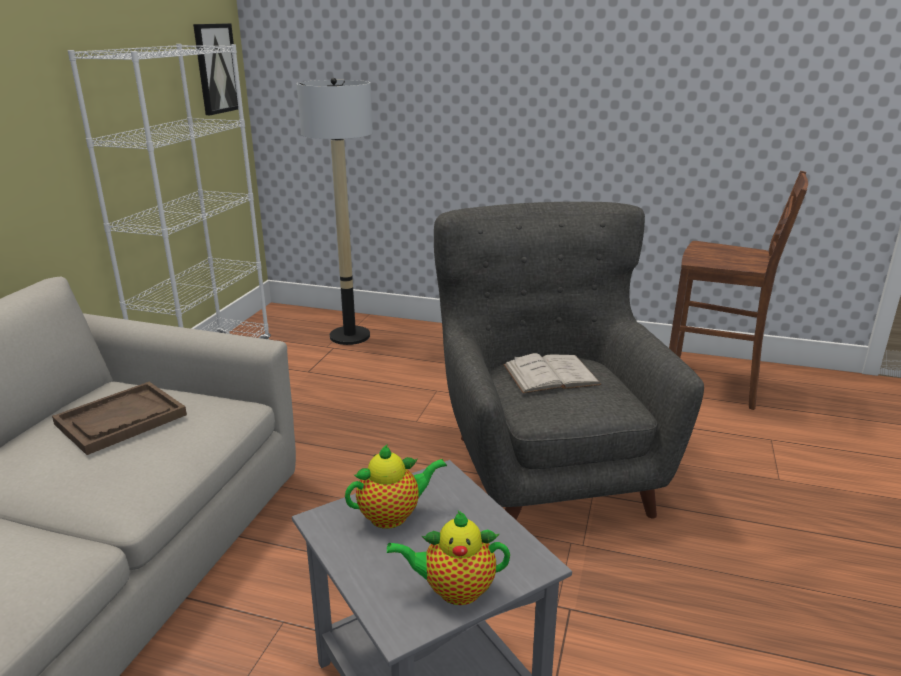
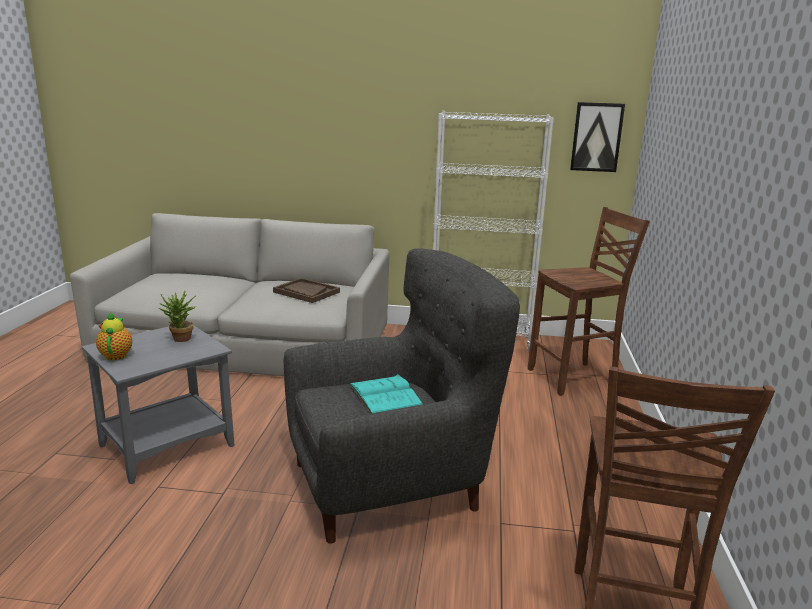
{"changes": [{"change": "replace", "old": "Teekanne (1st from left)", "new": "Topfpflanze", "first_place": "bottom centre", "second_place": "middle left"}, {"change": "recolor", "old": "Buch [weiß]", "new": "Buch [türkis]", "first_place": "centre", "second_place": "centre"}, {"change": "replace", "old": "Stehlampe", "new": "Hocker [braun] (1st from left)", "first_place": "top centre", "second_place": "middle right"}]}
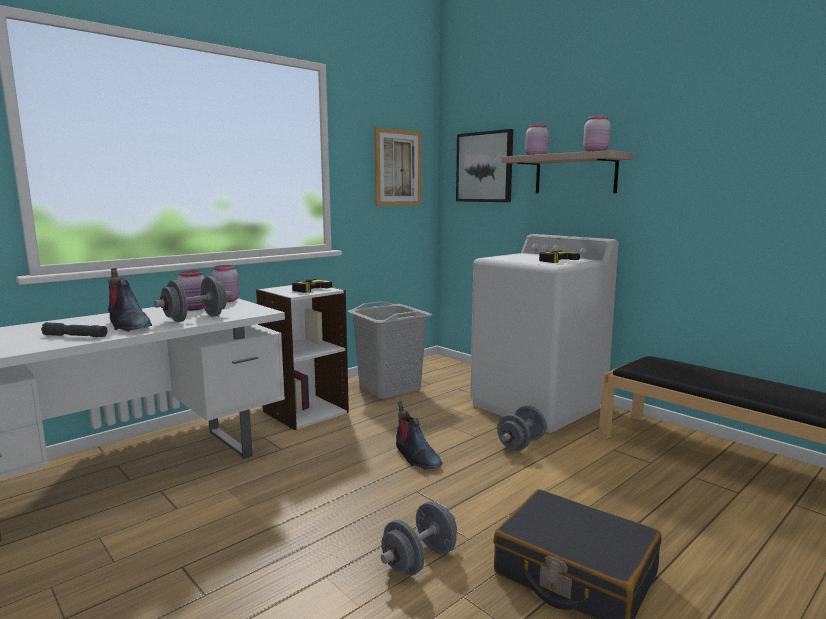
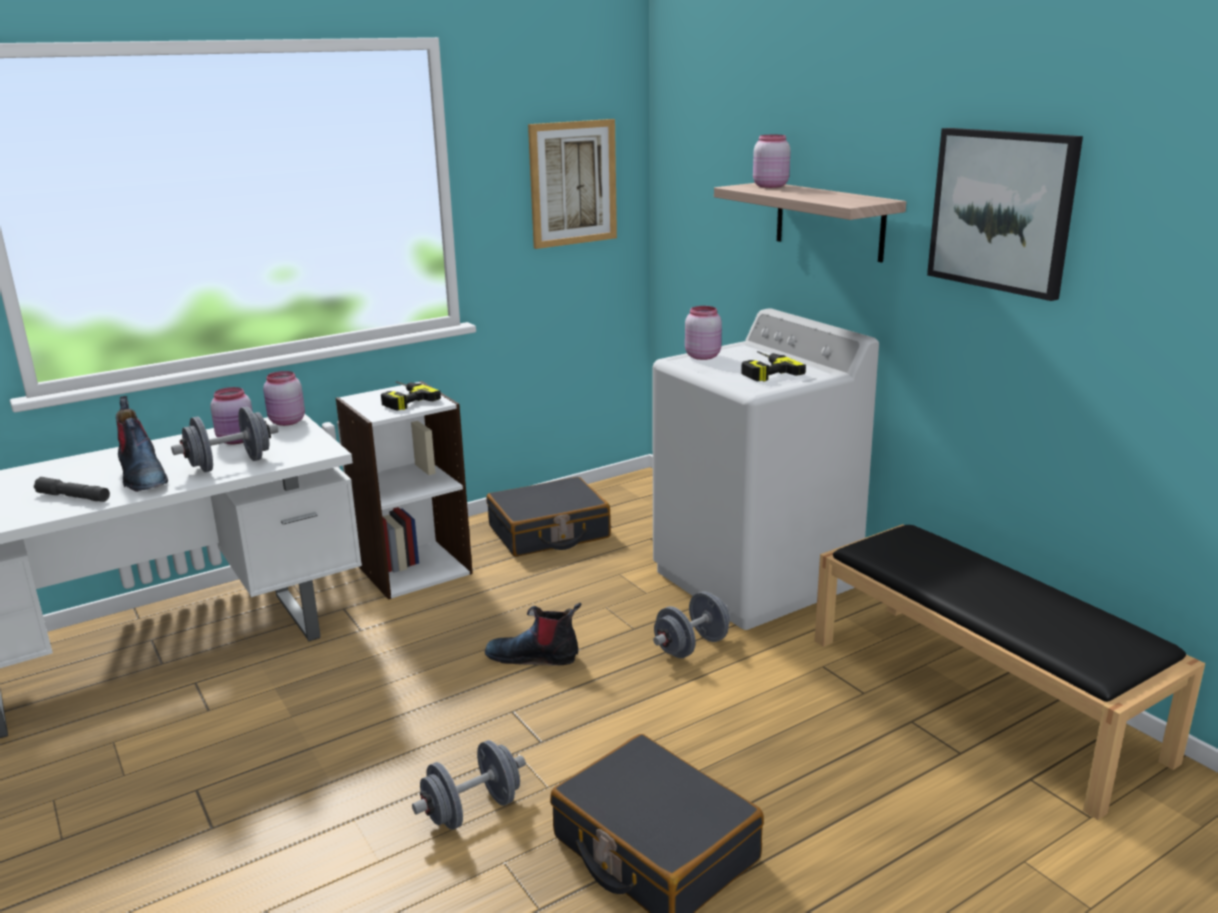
{"changes": [{"change": "rotate", "old": "Stiefel (2nd from left)", "first_place": "bottom centre", "second_place": "bottom centre", "degrees": 120}, {"change": "replace", "old": "Wäschekorb [grau]", "new": "Koffer [schwarz] (1st from left)", "first_place": "centre", "second_place": "centre"}, {"change": "move", "old": "Vorratsglas [rosa] (4th from left in the first image)", "new": "Vorratsglas [rosa] (3rd from left)", "first_place": "top right", "second_place": "centre"}, {"change": "move", "old": "Bild (2nd from left)", "first_place": "top centre", "second_place": "top right"}]}
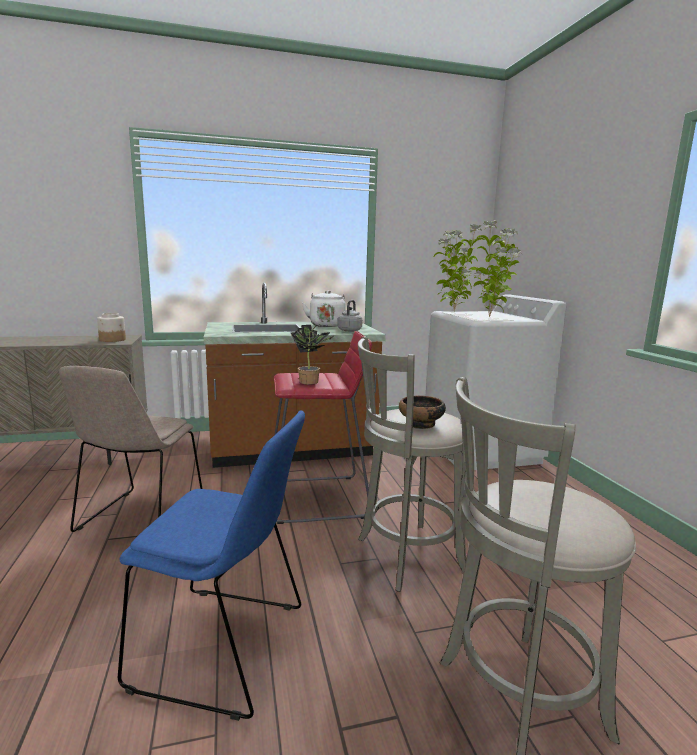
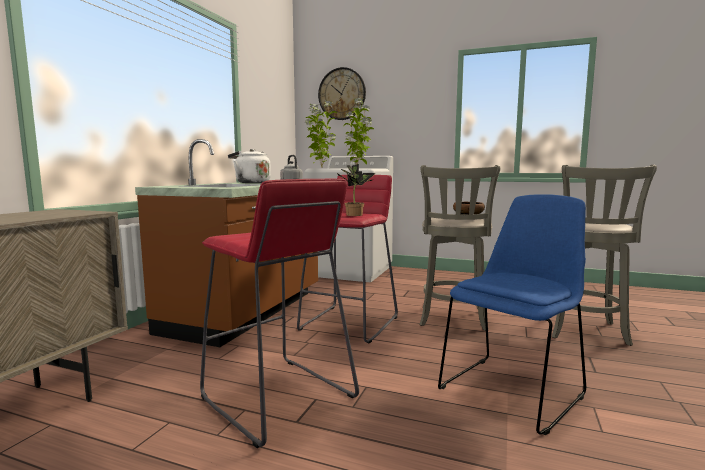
{"changes": [{"change": "replace", "old": "Stuhl [beige]", "new": "Hocker [rot] (1st from left)", "first_place": "middle left", "second_place": "centre"}, {"change": "insert", "new": "Wanduhr", "second_place": "top centre"}, {"change": "delete", "old": "Vorratsglas", "first_place": "middle left"}]}
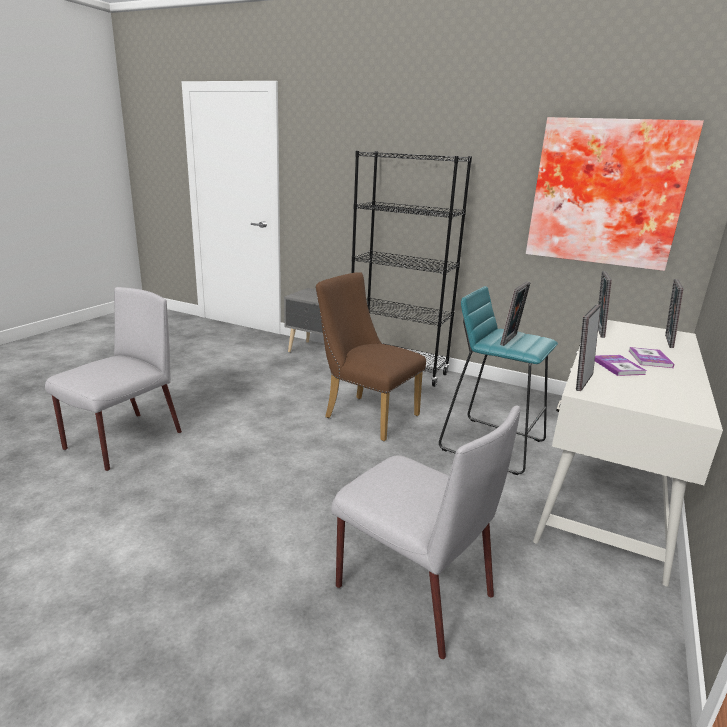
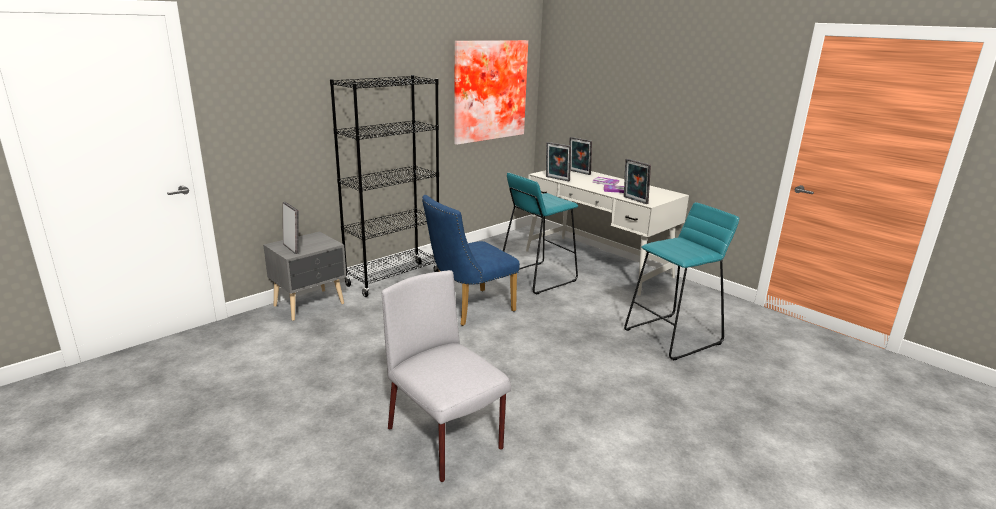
{"changes": [{"change": "move", "old": "Bilderrahmen (1st from left)", "first_place": "middle right", "second_place": "middle left"}, {"change": "recolor", "old": "Stuhl [braun]", "new": "Stuhl [blau]", "first_place": "centre", "second_place": "centre"}, {"change": "replace", "old": "Stuhl [grau] (2nd from left)", "new": "Hocker [türkis] (2nd from left)", "first_place": "bottom centre", "second_place": "middle right"}]}
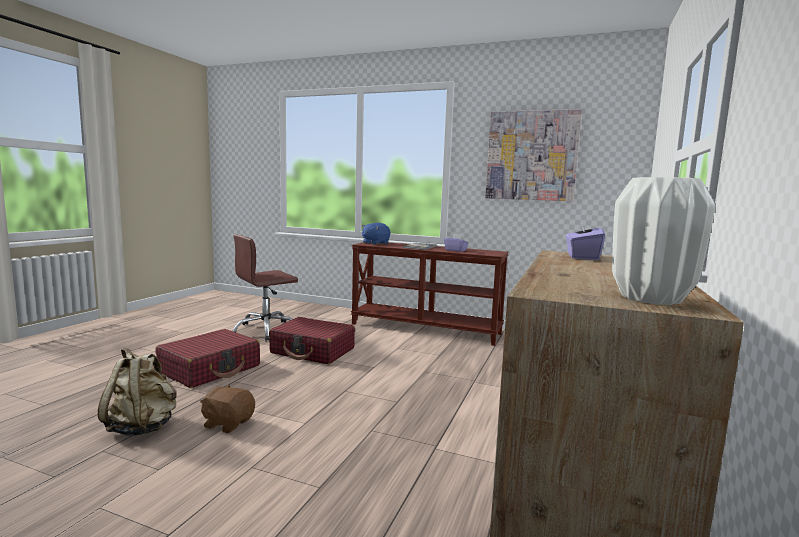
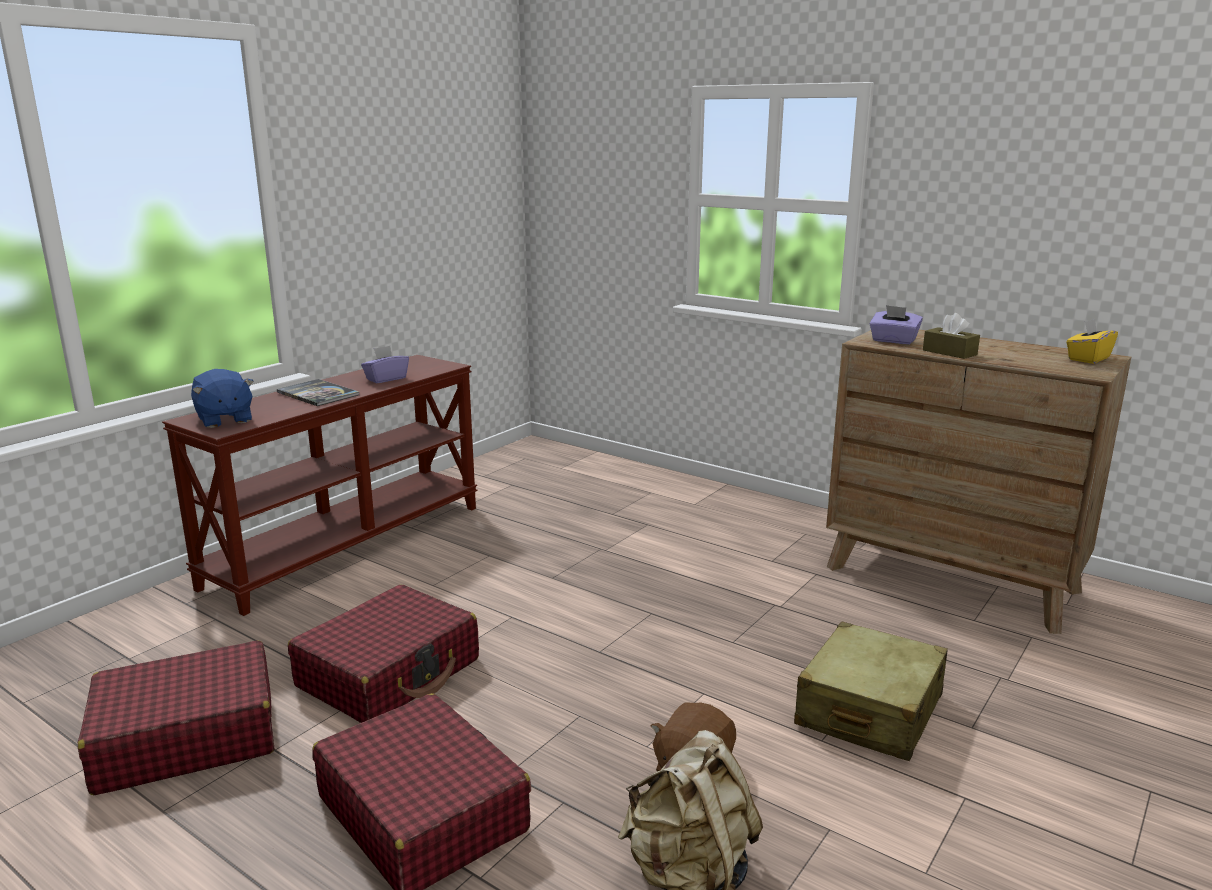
{"changes": [{"change": "replace", "old": "Bürostuhl [braun]", "new": "Koffer [rot] (1st from left)", "first_place": "middle left", "second_place": "bottom left"}, {"change": "insert", "new": "Koffer [beige]", "second_place": "bottom right"}, {"change": "insert", "new": "Taschentuchbox [braun]", "second_place": "middle right"}, {"change": "replace", "old": "Vase [weiß]", "new": "Taschentuchbox [gelb]", "first_place": "middle right", "second_place": "middle right"}, {"change": "delete", "old": "Bild", "first_place": "top right"}]}
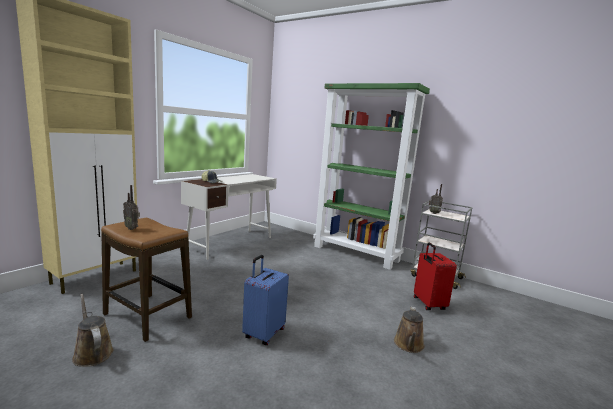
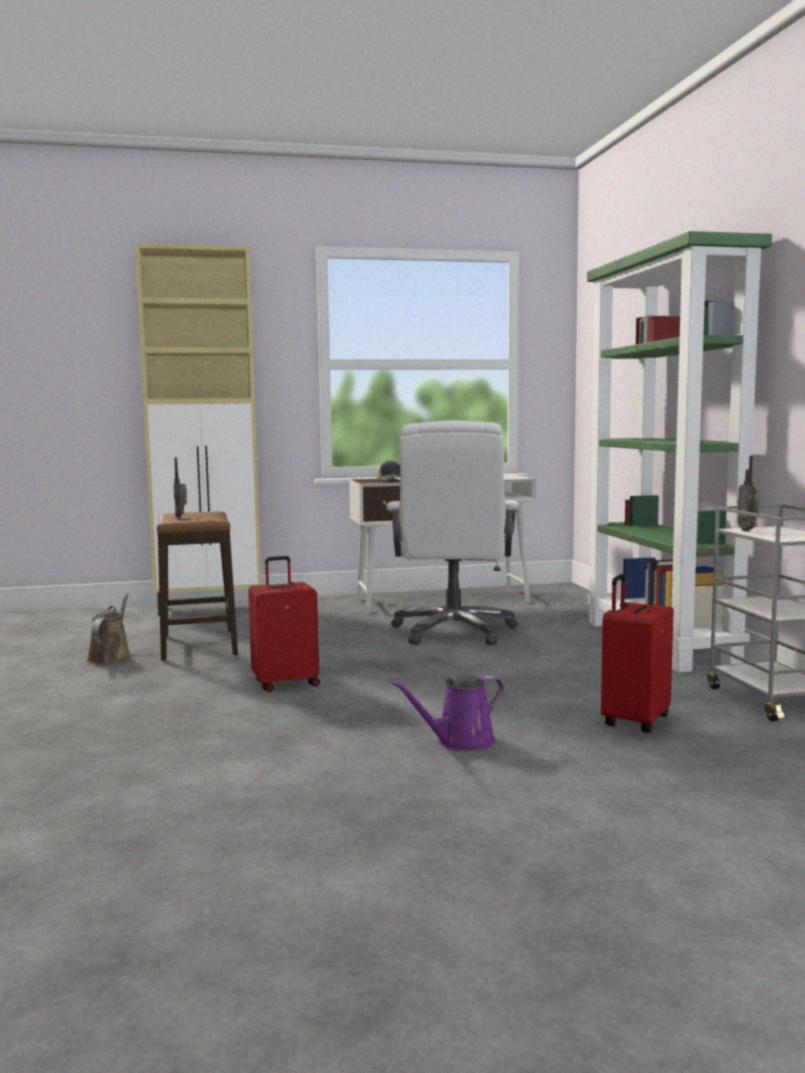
{"changes": [{"change": "recolor", "old": "Koffer [blau]", "new": "Koffer [rot] (1st from left)", "first_place": "bottom centre", "second_place": "centre"}, {"change": "insert", "new": "Bürostuhl [weiß]", "second_place": "centre"}, {"change": "recolor", "old": "Gießkanne [braun] (2nd from left)", "new": "Gießkanne [lila]", "first_place": "bottom right", "second_place": "centre"}]}
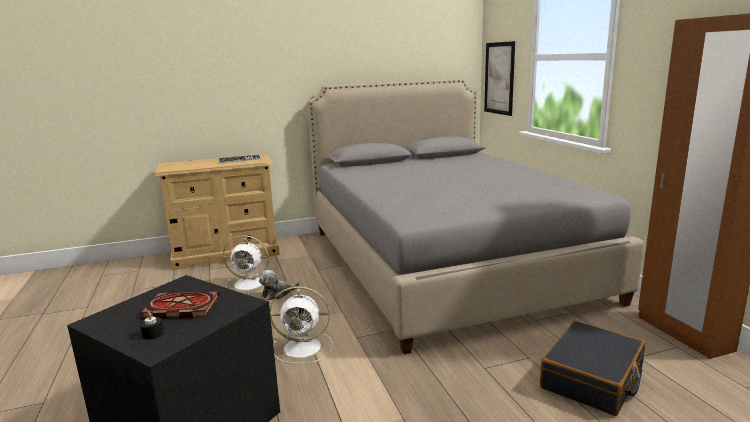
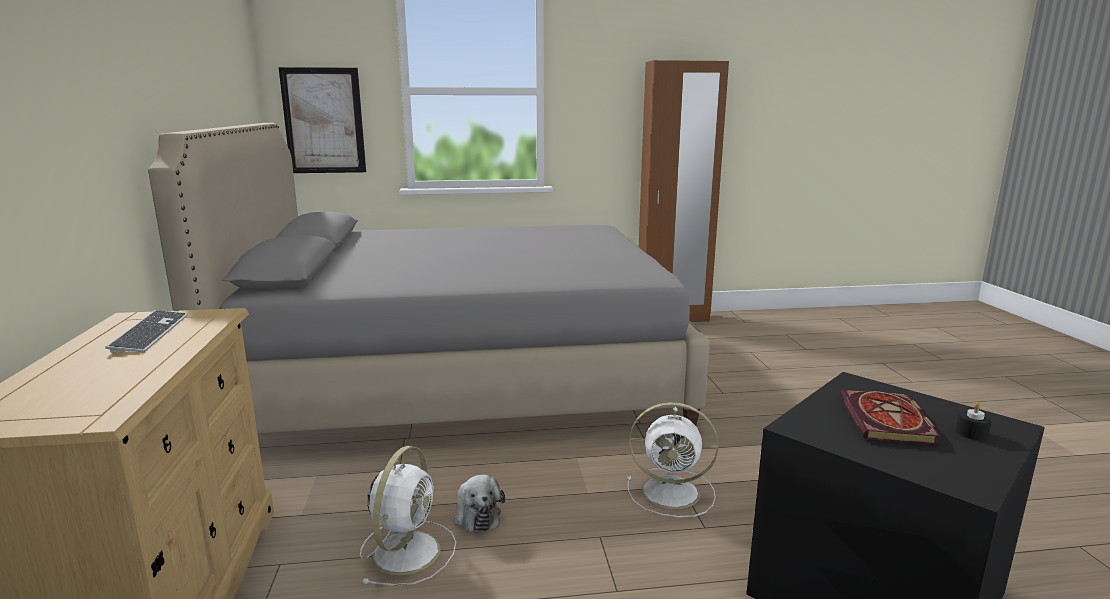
{"changes": [{"change": "rotate", "old": "Ventilator [weiß] (2nd from left)", "first_place": "bottom centre", "second_place": "bottom centre", "degrees": 90}, {"change": "delete", "old": "Koffer [schwarz]", "first_place": "bottom right"}]}
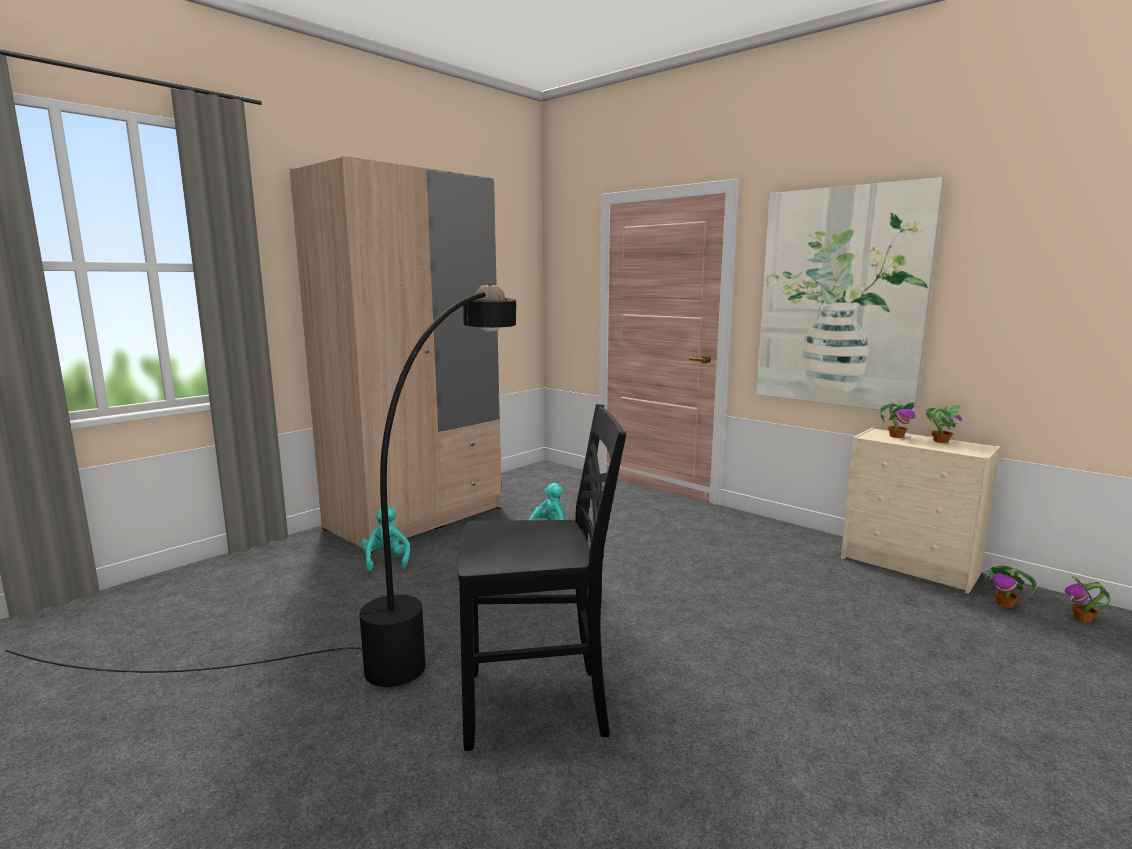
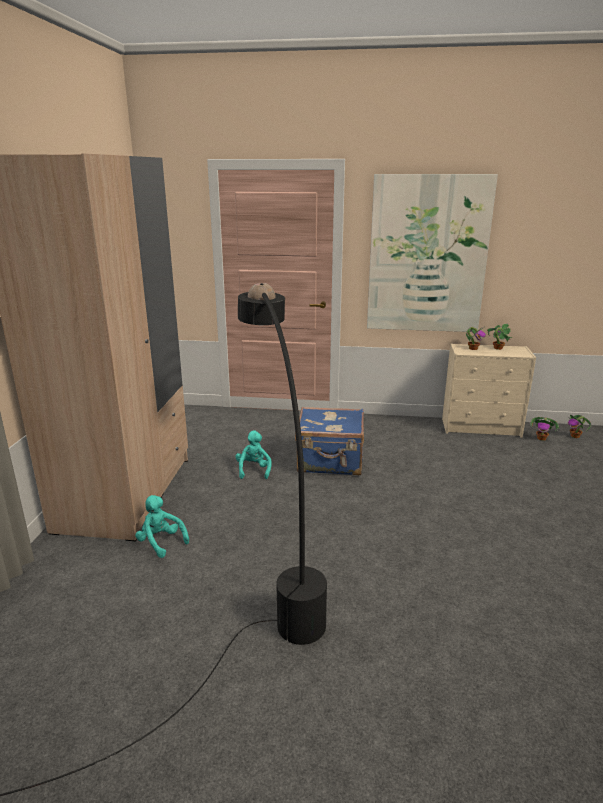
{"changes": [{"change": "insert", "new": "Koffer [blau]", "second_place": "centre"}, {"change": "delete", "old": "Stuhl [schwarz]", "first_place": "bottom centre"}]}
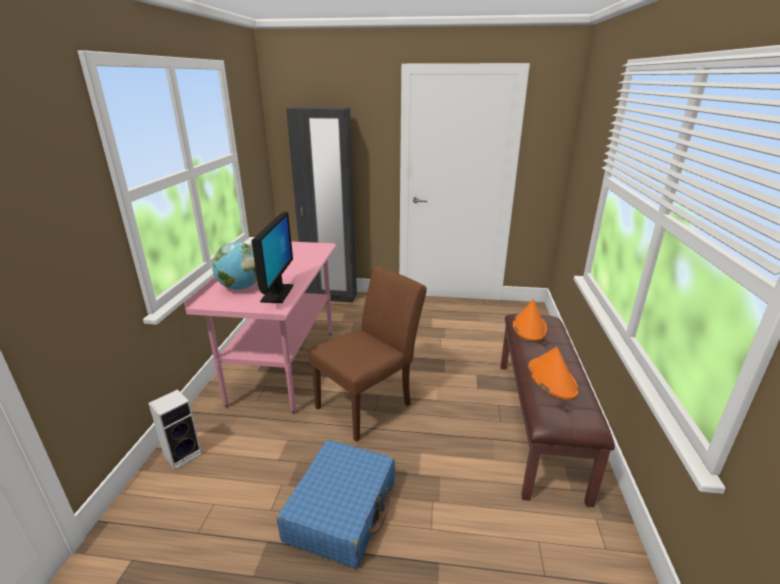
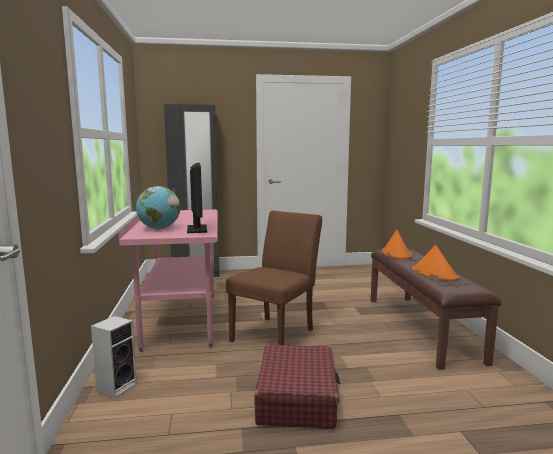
{"changes": [{"change": "recolor", "old": "Koffer [blau]", "new": "Koffer [rot]", "first_place": "bottom centre", "second_place": "bottom centre"}]}
